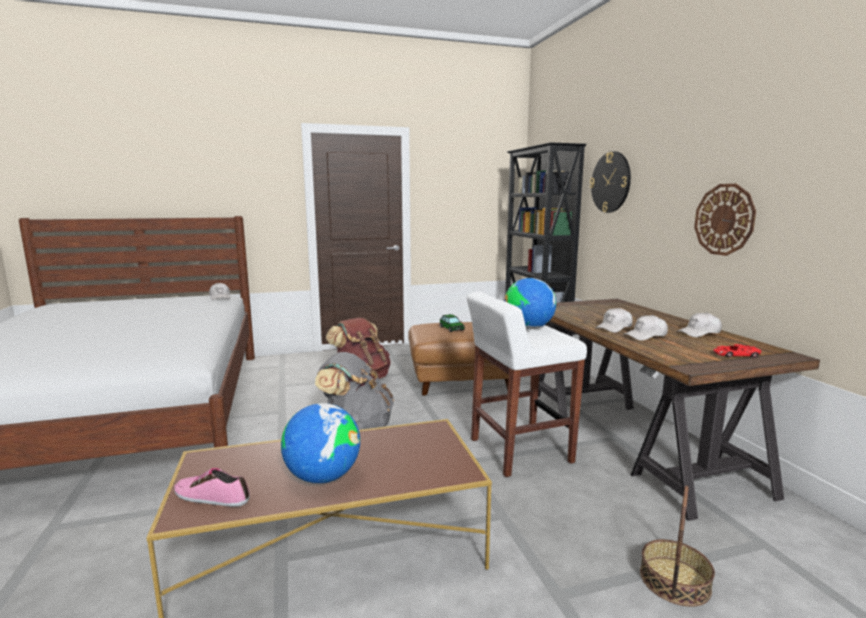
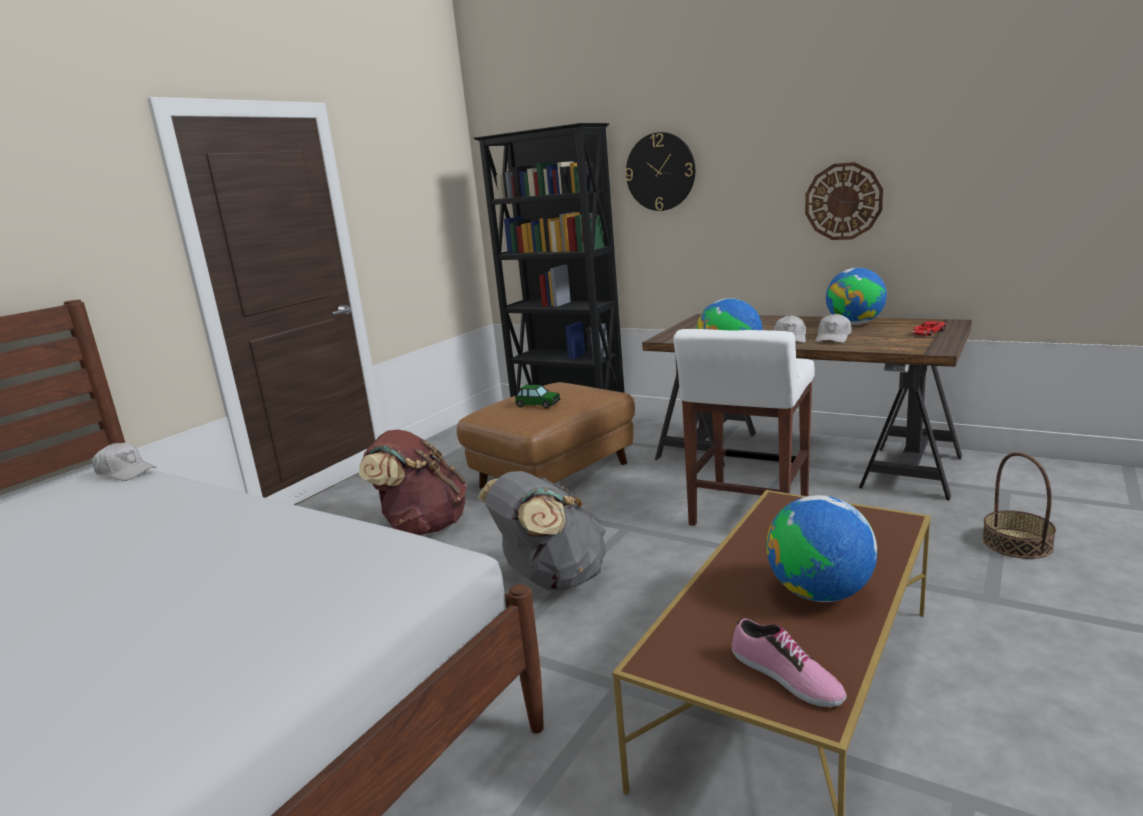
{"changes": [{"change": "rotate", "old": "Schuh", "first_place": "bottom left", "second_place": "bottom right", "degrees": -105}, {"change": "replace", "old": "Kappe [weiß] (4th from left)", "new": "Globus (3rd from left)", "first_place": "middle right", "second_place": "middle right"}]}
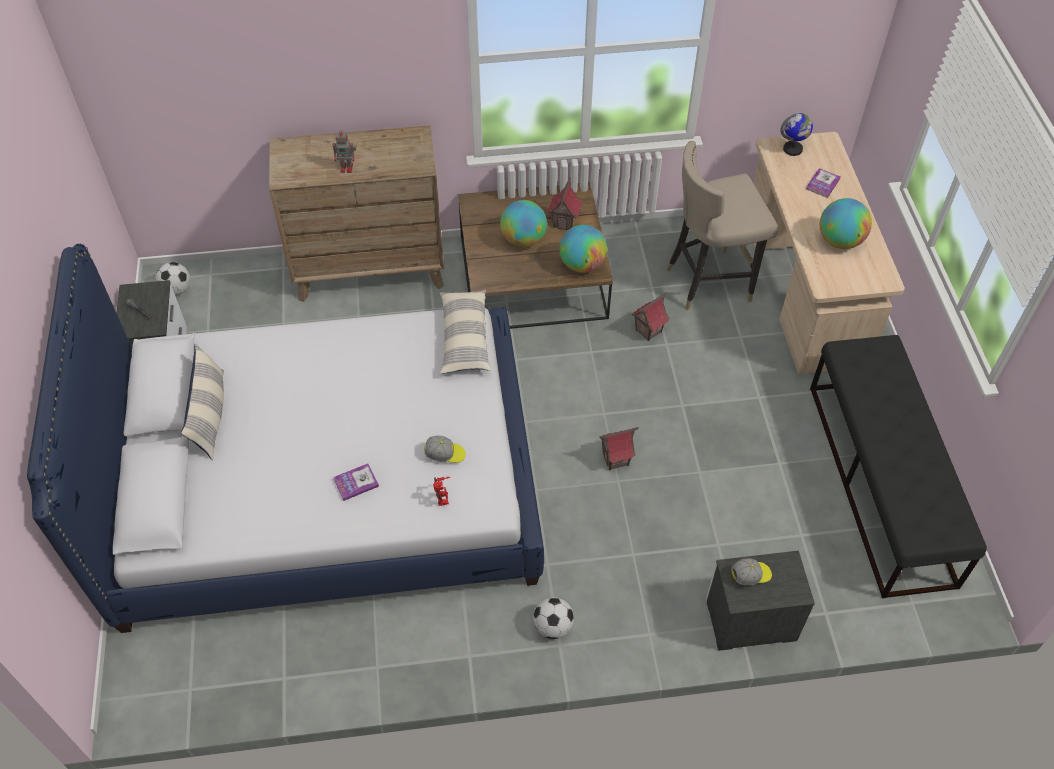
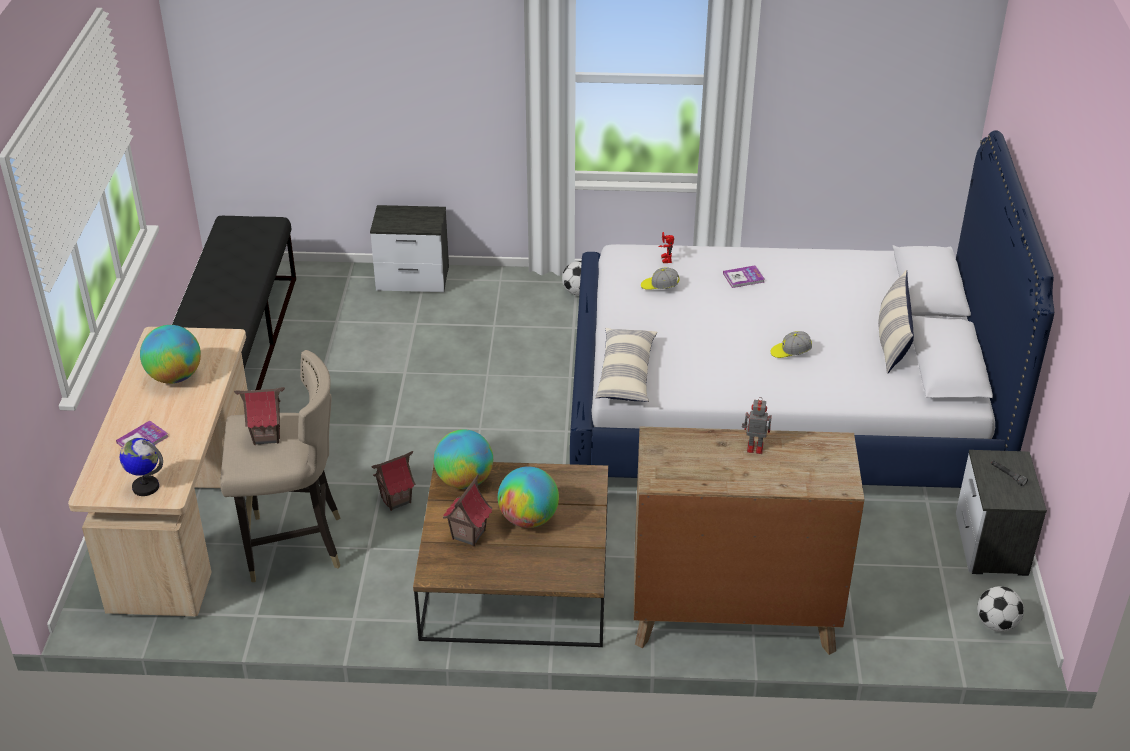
{"changes": [{"change": "move", "old": "Spielzeughaus (2nd from left in the first image)", "new": "Spielzeughaus (1st from left)", "first_place": "centre", "second_place": "middle left"}, {"change": "move", "old": "Kappe (2nd from left)", "first_place": "bottom right", "second_place": "middle right"}]}
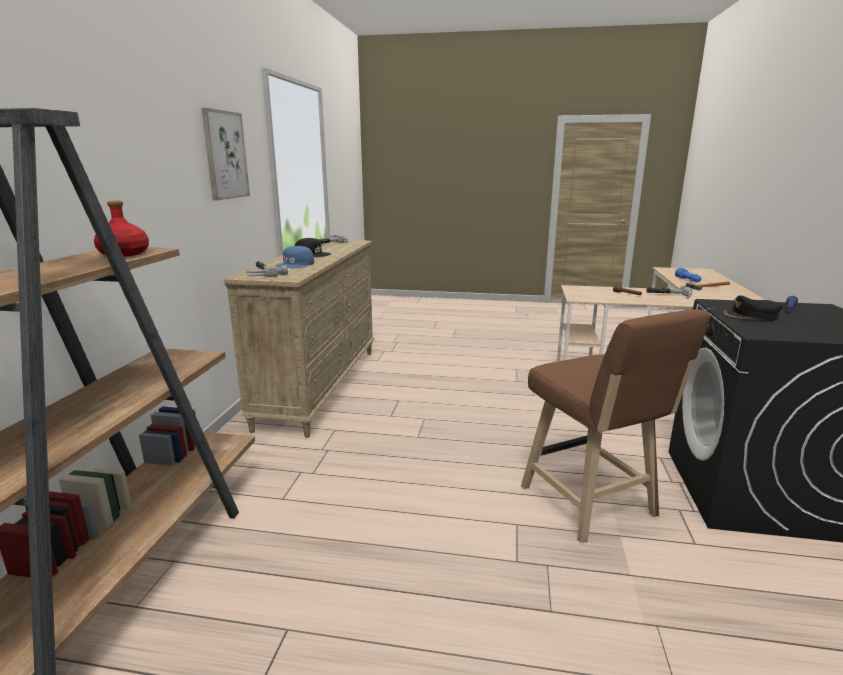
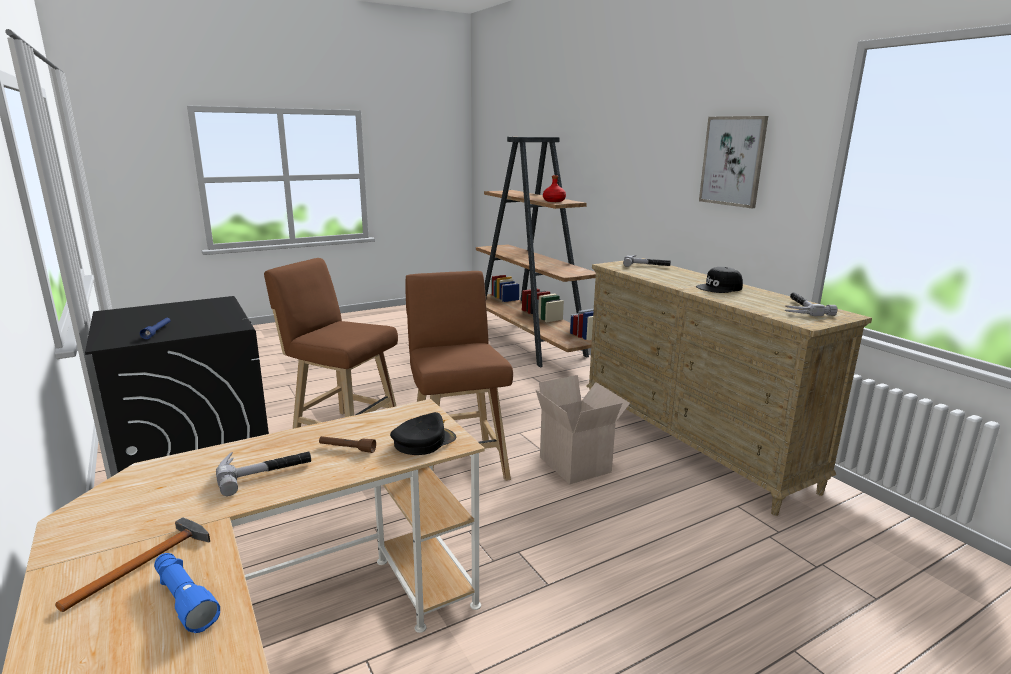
{"changes": [{"change": "move", "old": "Kappe [schwarz] (2nd from left in the first image)", "new": "Kappe [schwarz] (1st from left)", "first_place": "middle right", "second_place": "centre"}, {"change": "insert", "new": "Hocker [braun] (2nd from left)", "second_place": "centre"}, {"change": "insert", "new": "Karton", "second_place": "centre"}, {"change": "delete", "old": "Kappe [blau]", "first_place": "centre"}]}
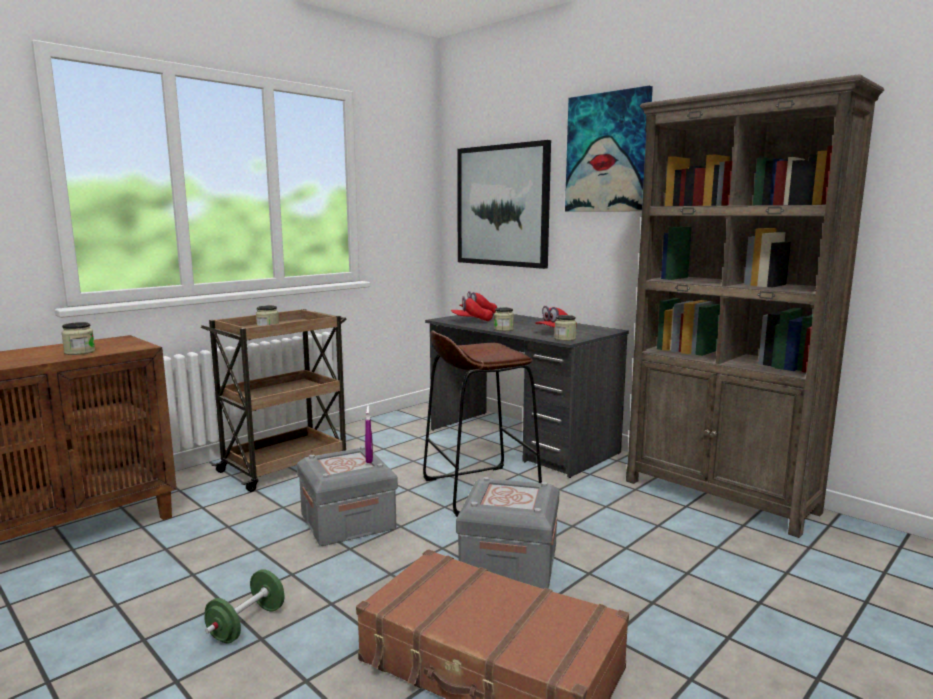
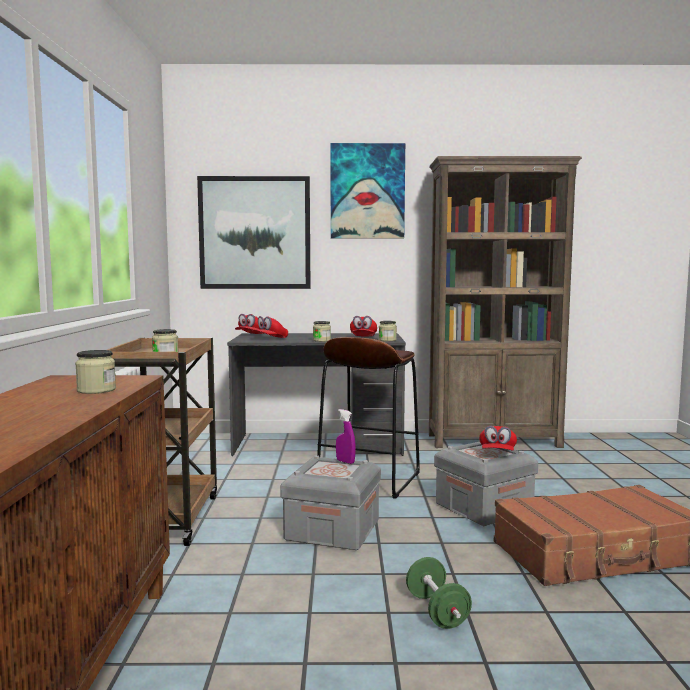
{"changes": [{"change": "insert", "new": "Kappe [rot] (4th from left)", "second_place": "middle right"}]}
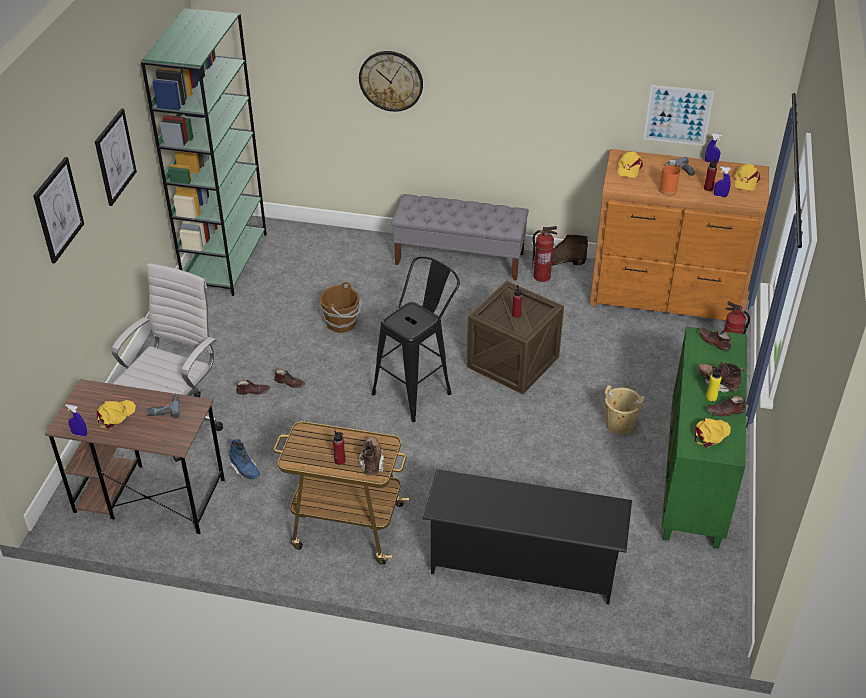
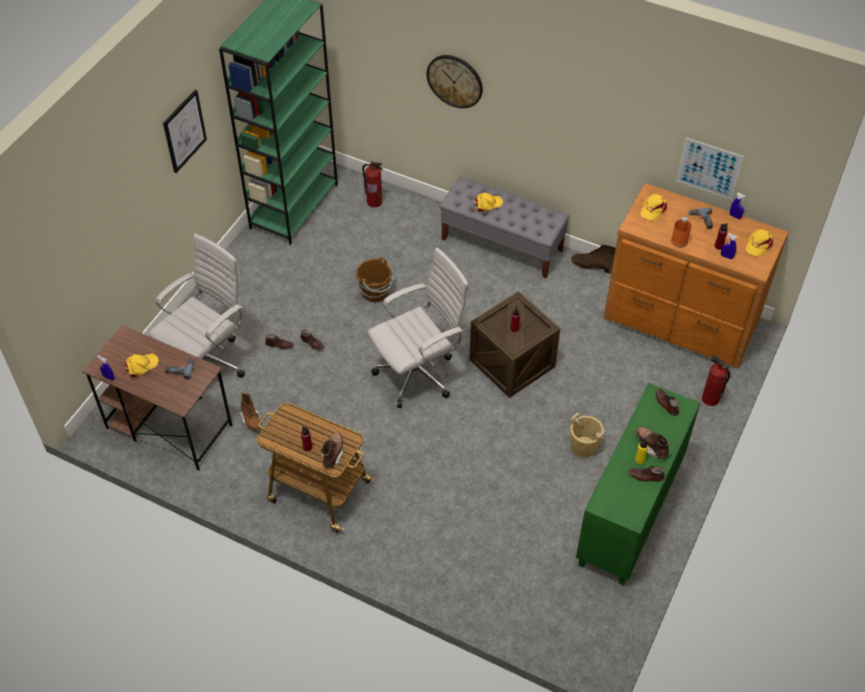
{"changes": [{"change": "recolor", "old": "Stiefel [blau]", "new": "Stiefel [braun] (1st from left)", "first_place": "middle left", "second_place": "middle left"}, {"change": "move", "old": "Feuerlöscher (1st from left)", "first_place": "centre", "second_place": "top centre"}, {"change": "replace", "old": "Hocker [schwarz]", "new": "Bürostuhl [weiß] (2nd from left)", "first_place": "centre", "second_place": "centre"}, {"change": "move", "old": "Kappe [gelb] (3rd from left in the first image)", "new": "Kappe [gelb] (2nd from left)", "first_place": "middle right", "second_place": "top centre"}, {"change": "delete", "old": "Bild (1st from left)", "first_place": "top left"}, {"change": "delete", "old": "Schuhregal [schwarz]", "first_place": "bottom centre"}]}
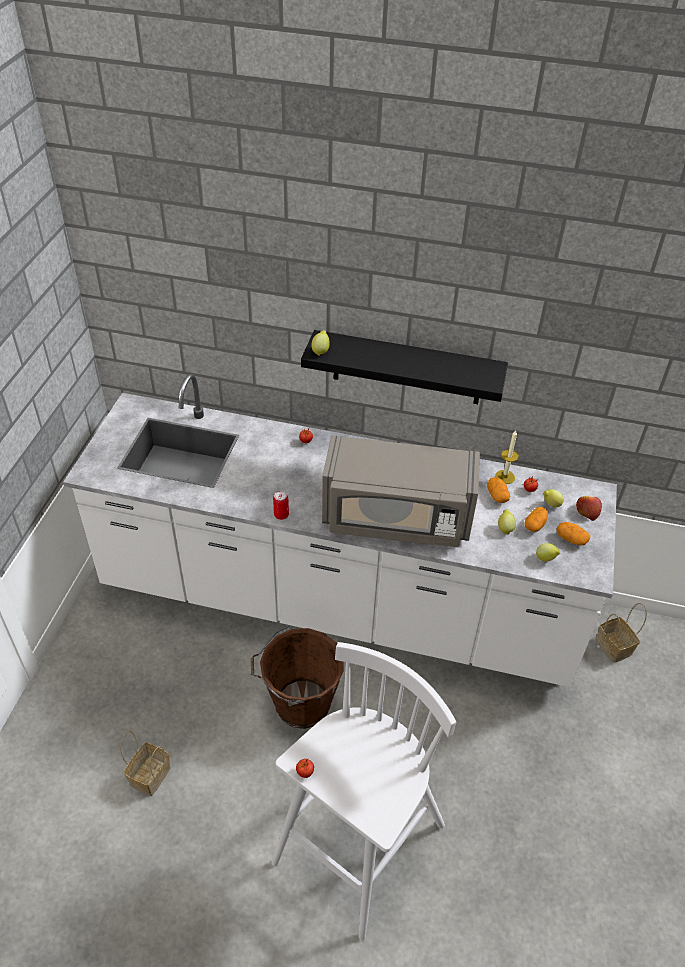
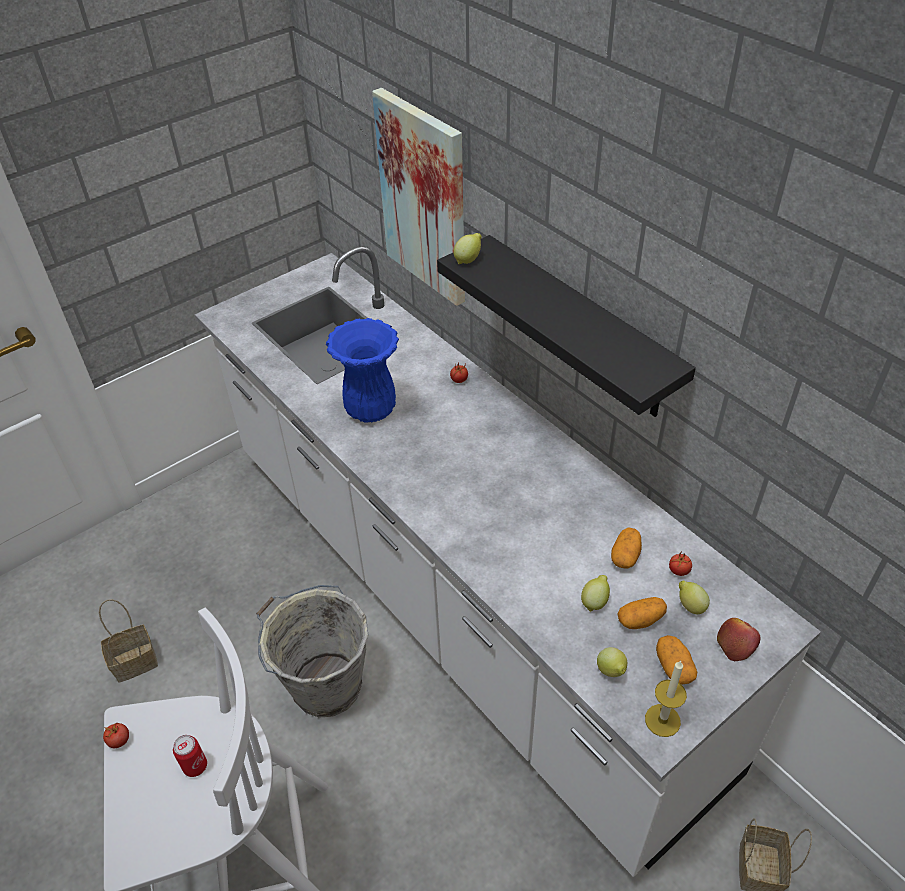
{"changes": [{"change": "move", "old": "Dose", "first_place": "centre", "second_place": "bottom left"}, {"change": "recolor", "old": "Eimer [braun]", "new": "Eimer [grau]", "first_place": "bottom centre", "second_place": "bottom centre"}, {"change": "insert", "new": "Vase [blau]", "second_place": "centre"}, {"change": "insert", "new": "Bild", "second_place": "top centre"}, {"change": "move", "old": "Kerze", "first_place": "middle right", "second_place": "bottom right"}, {"change": "delete", "old": "Mikrowelle [grau]", "first_place": "centre"}]}
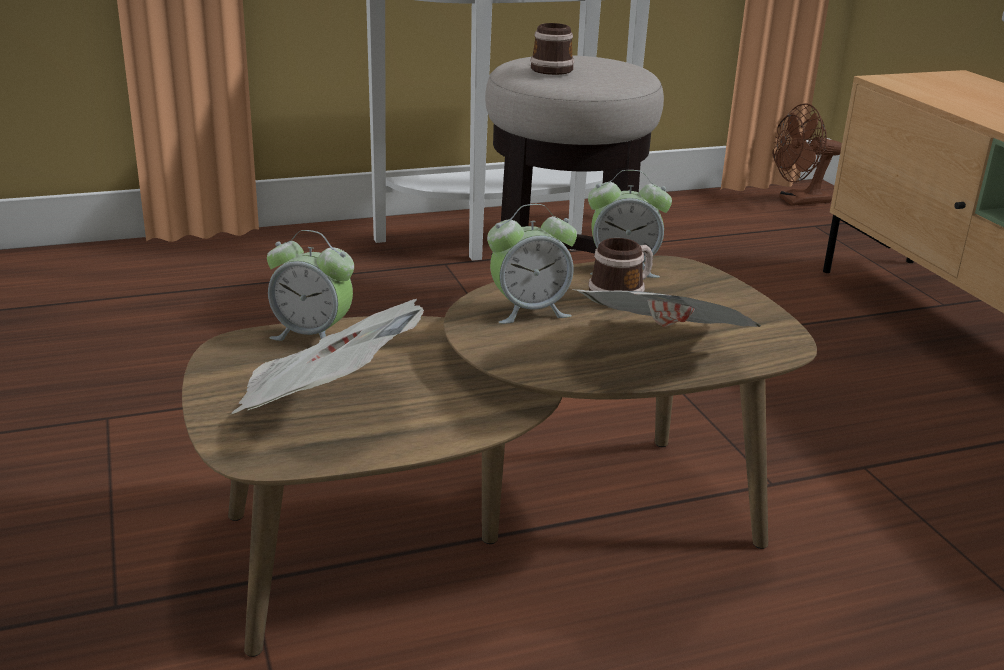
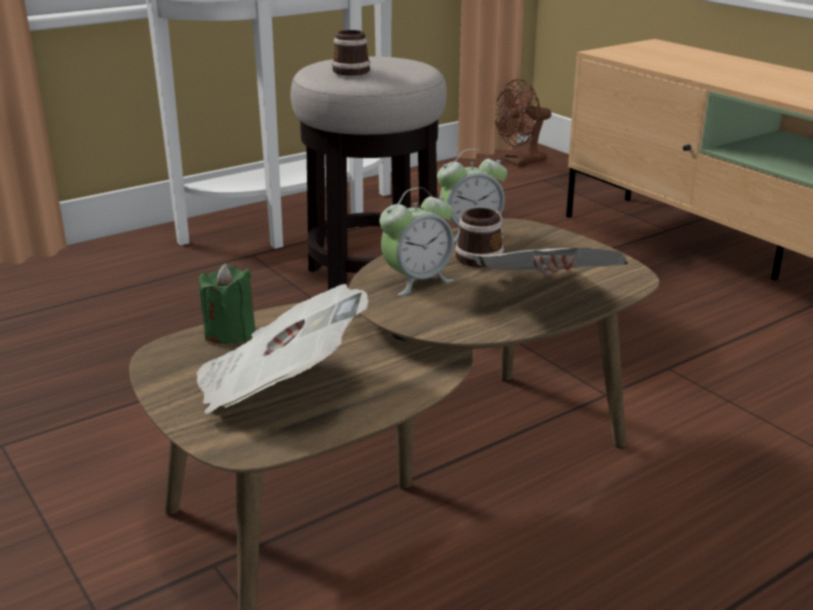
{"changes": [{"change": "replace", "old": "Wecker (1st from left)", "new": "Kerze [grün]", "first_place": "middle left", "second_place": "middle left"}]}
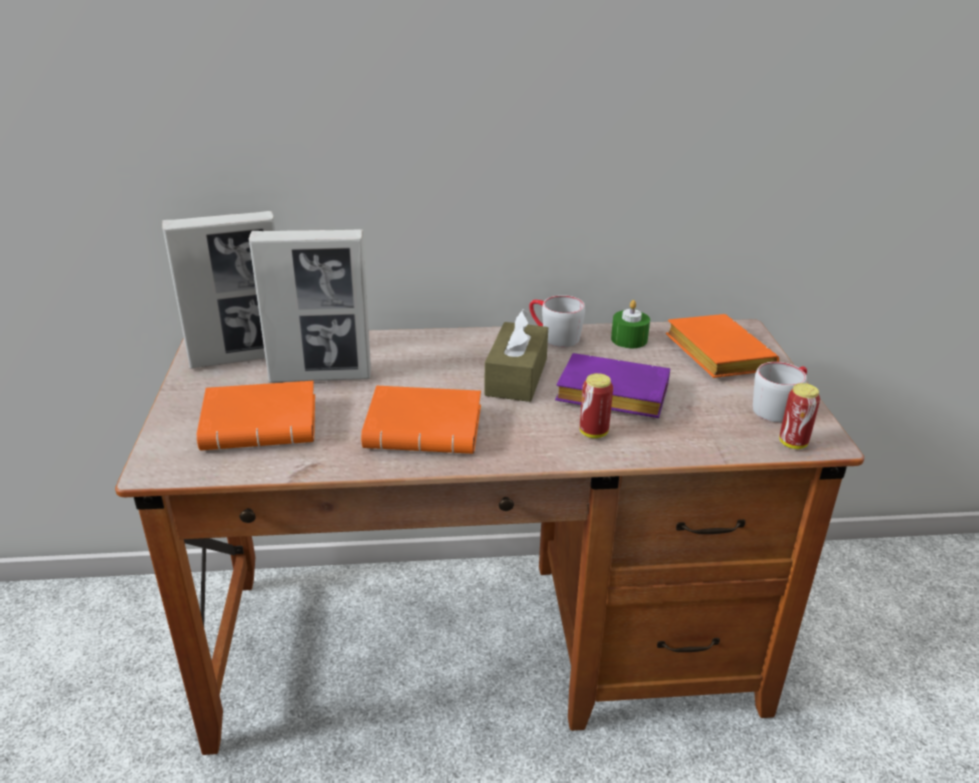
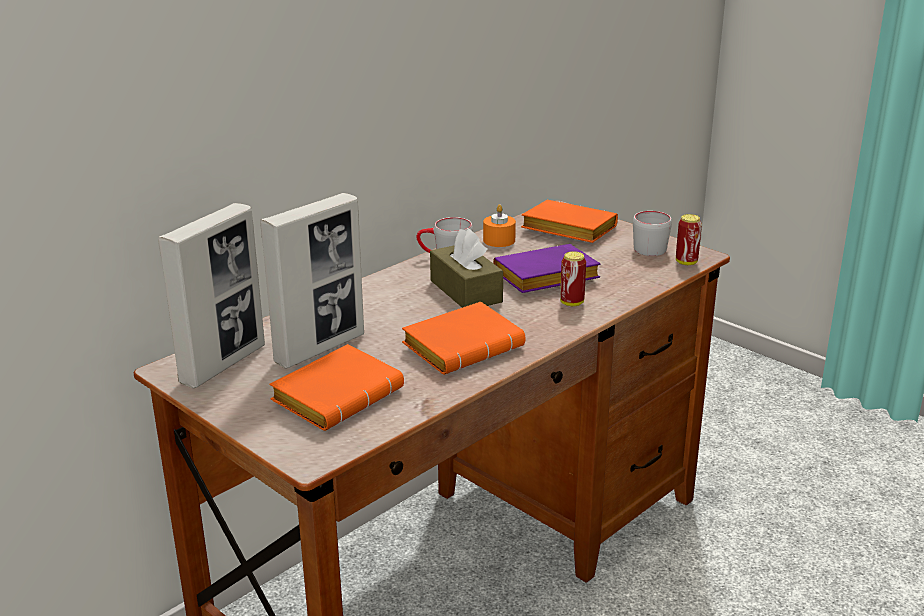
{"changes": [{"change": "recolor", "old": "Kerze [grün]", "new": "Kerze [orange]", "first_place": "centre", "second_place": "centre"}]}
